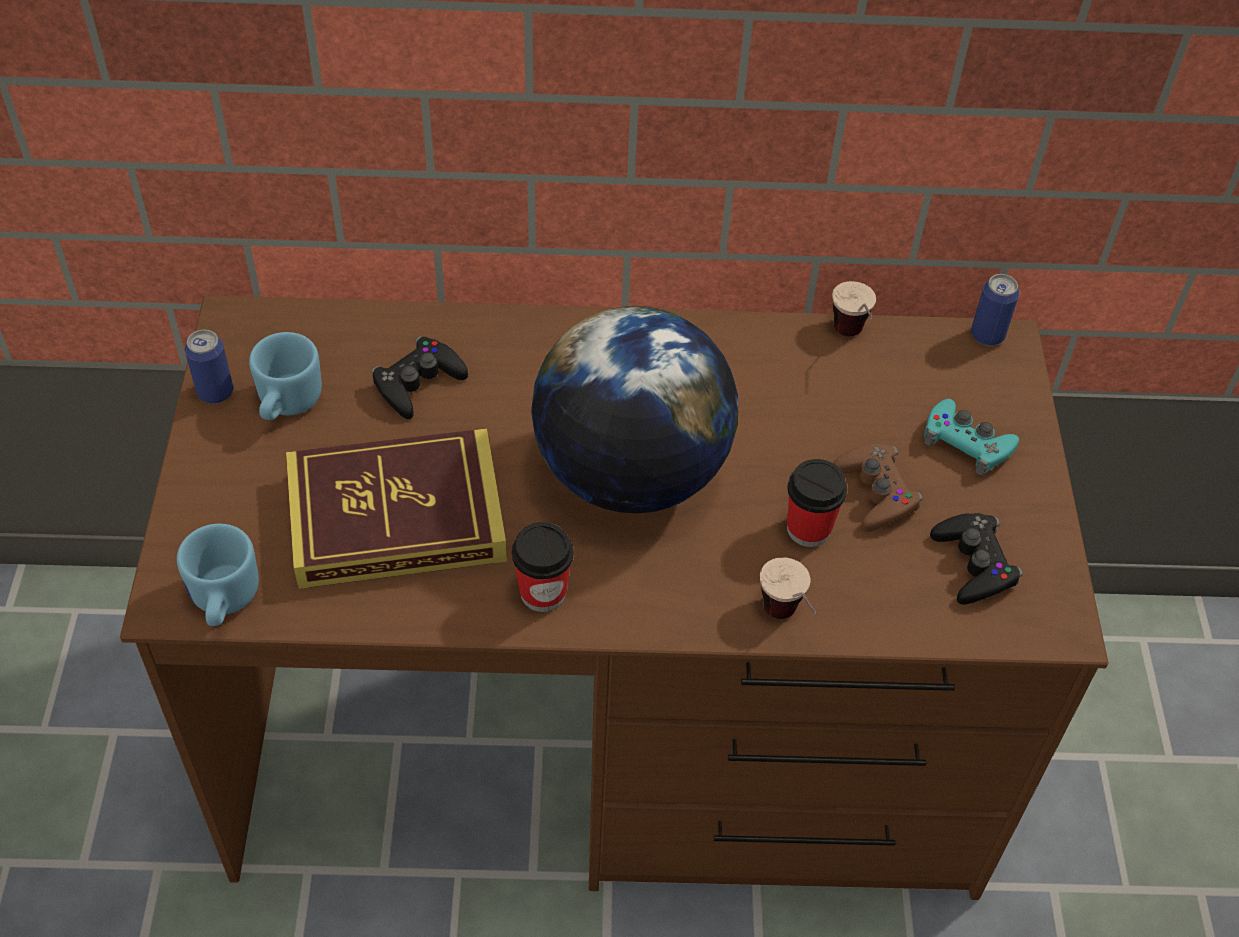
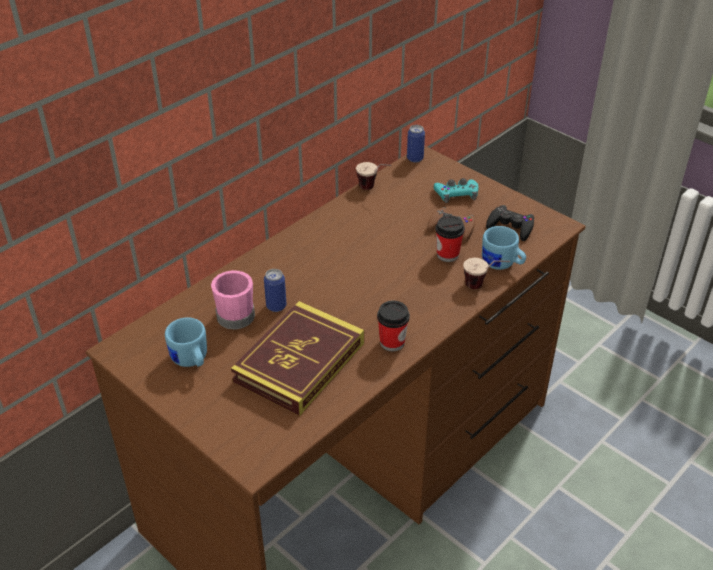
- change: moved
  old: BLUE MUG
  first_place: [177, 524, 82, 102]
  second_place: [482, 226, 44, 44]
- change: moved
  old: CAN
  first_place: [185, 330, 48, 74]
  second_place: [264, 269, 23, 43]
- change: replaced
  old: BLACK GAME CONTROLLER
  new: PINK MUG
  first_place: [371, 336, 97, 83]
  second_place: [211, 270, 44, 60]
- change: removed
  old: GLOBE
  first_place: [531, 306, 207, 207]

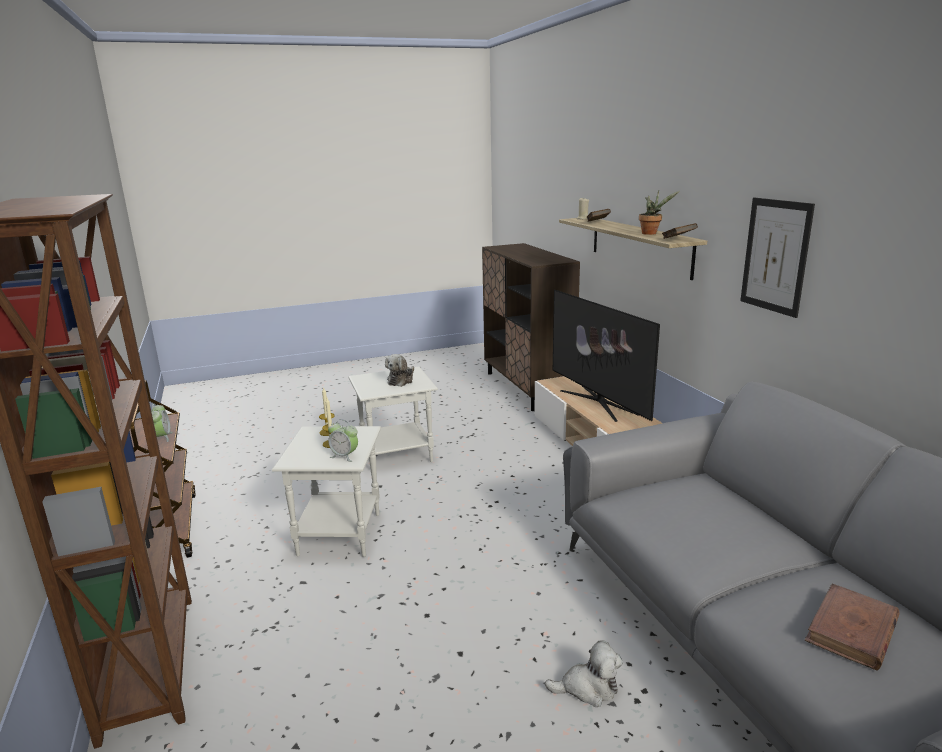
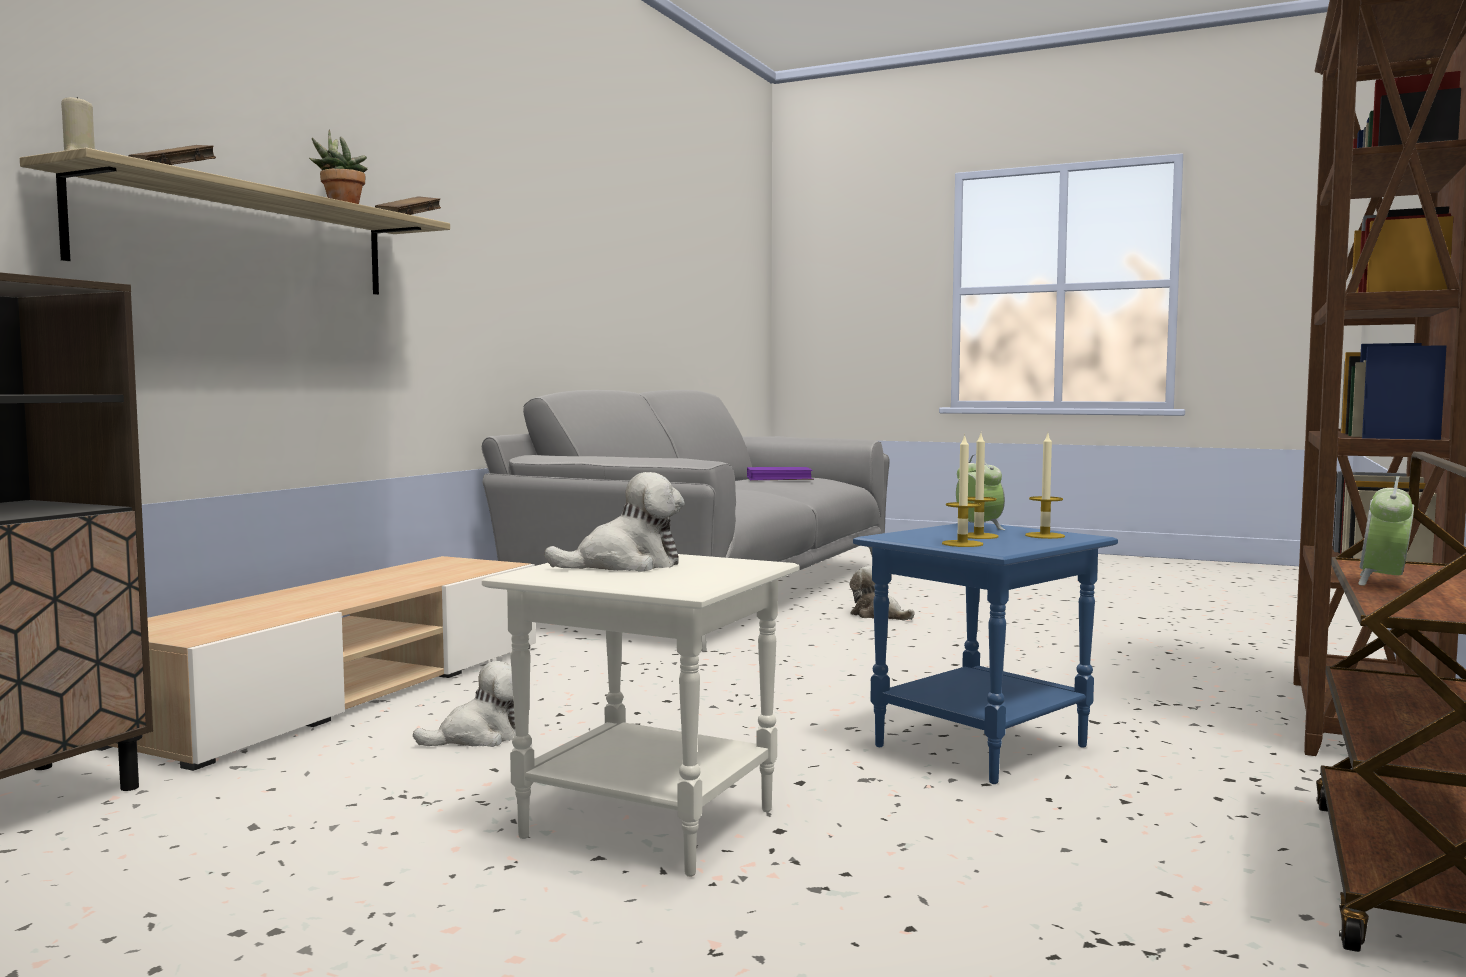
- change: recoloured
  old: WHITE SIDE TABLE
  new: BLUE SIDE TABLE
  first_place: [272, 426, 109, 131]
  second_place: [853, 522, 265, 262]
- change: removed
  old: TELEVISION
  first_place: [553, 290, 107, 132]
- change: removed
  old: PICTURE
  first_place: [740, 198, 75, 120]
- change: recoloured
  old: BROWN BOOK
  new: PURPLE BOOK
  first_place: [805, 584, 95, 87]
  second_place: [747, 467, 67, 13]
- change: added
  new: PLUSH TOY
  second_place: [413, 661, 103, 86]
- change: added
  new: CANDLE
  second_place: [1025, 434, 40, 105]

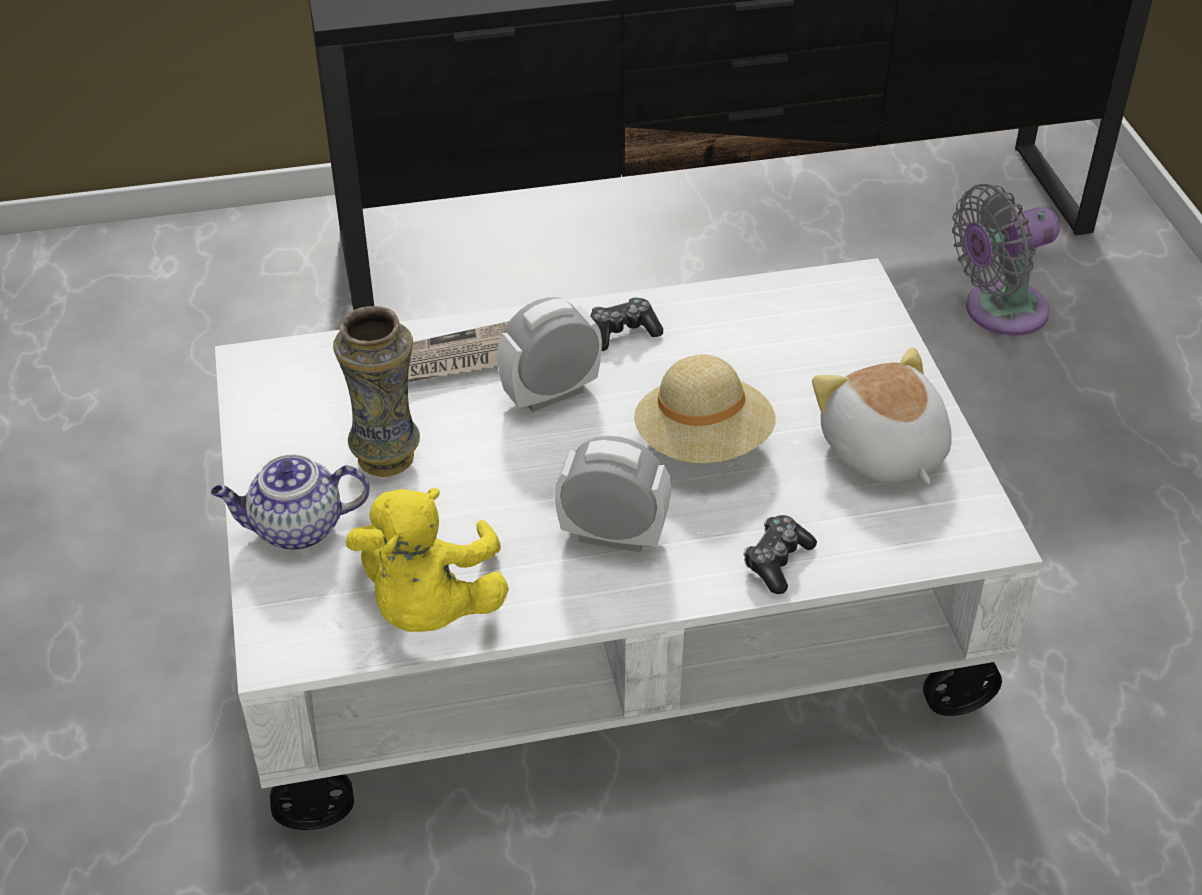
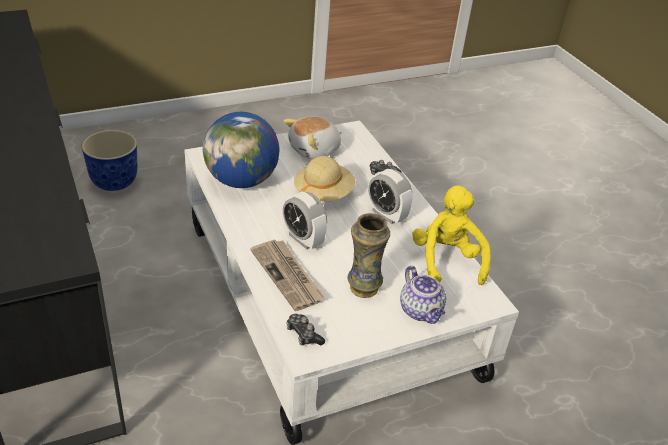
- change: turned
  old: YELLOW PLUSH TOY
  first_place: [346, 488, 163, 144]
  second_place: [412, 185, 79, 100]
  degrees: -90
- change: turned
  old: ALARM CLOCK
  first_place: [555, 436, 116, 116]
  second_place: [367, 169, 46, 55]
  degrees: -45
- change: moved
  old: GAME CONTROLLER
  first_place: [590, 297, 73, 54]
  second_place: [286, 314, 39, 32]
- change: replaced
  old: GREY FAN
  new: PLANTER
  first_place: [952, 184, 107, 152]
  second_place: [82, 130, 55, 61]
- change: added
  new: GLOBE
  second_place: [203, 112, 77, 76]

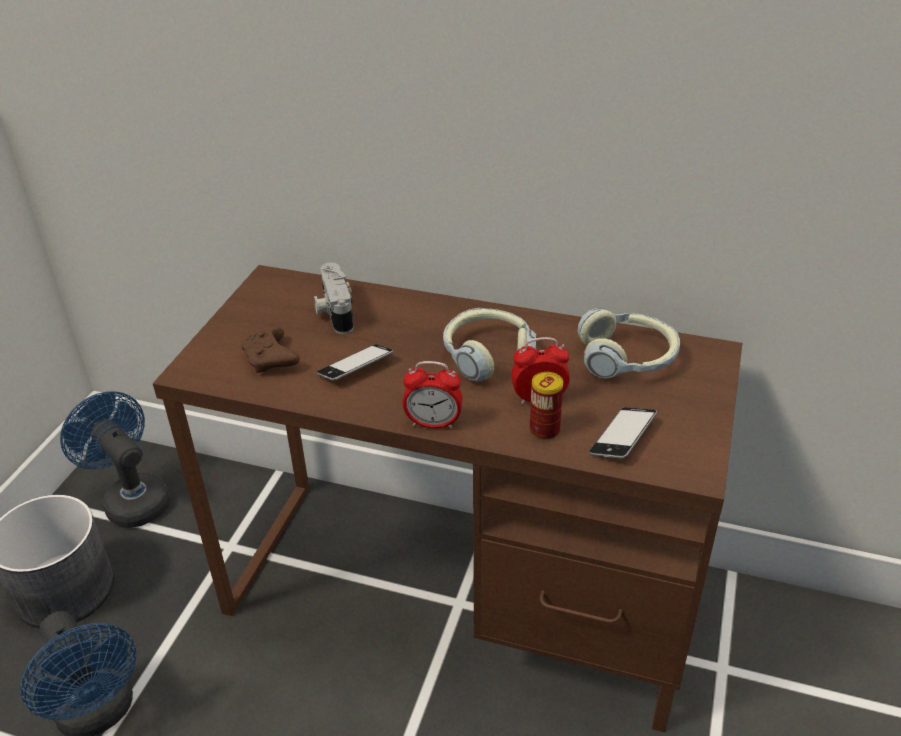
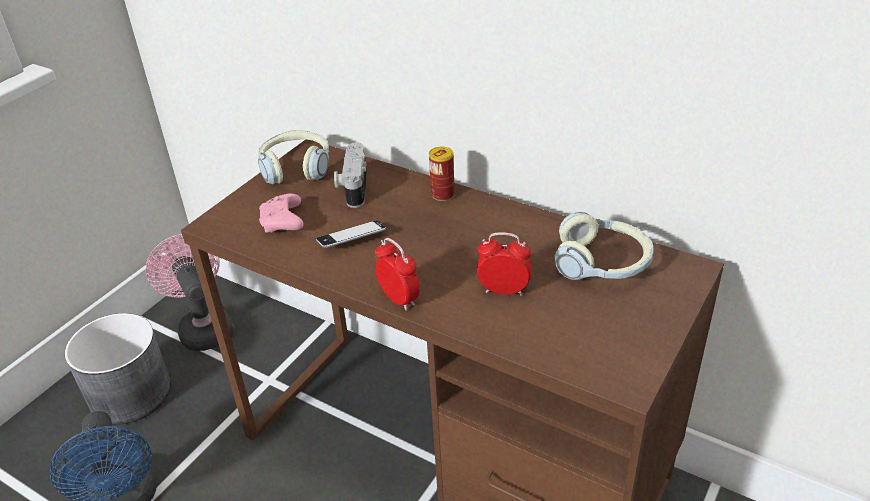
- change: recoloured
  old: BLUE FAN
  new: PINK FAN
  first_place: [60, 391, 110, 137]
  second_place: [146, 234, 88, 117]
- change: recoloured
  old: BROWN GAME CONTROLLER
  new: PINK GAME CONTROLLER
  first_place: [241, 326, 59, 47]
  second_place: [259, 194, 45, 38]
- change: turned
  old: ALARM CLOCK
  first_place: [402, 361, 60, 68]
  second_place: [375, 238, 45, 73]
  degrees: -150
- change: moved
  old: HEADPHONES
  first_place: [443, 308, 93, 74]
  second_place: [258, 130, 71, 54]
- change: moved
  old: CAN
  first_place: [530, 372, 33, 68]
  second_place: [429, 147, 26, 54]
- change: removed
  old: PHONE
  first_place: [589, 407, 68, 52]

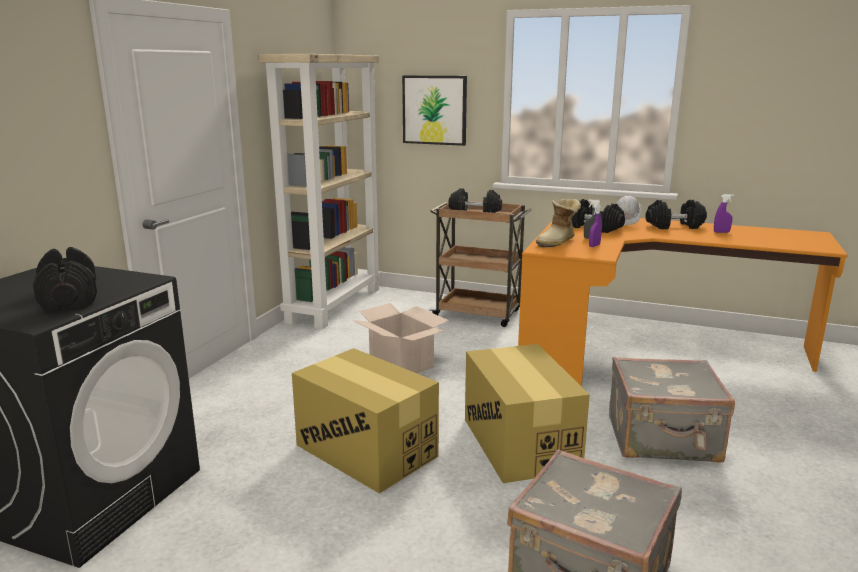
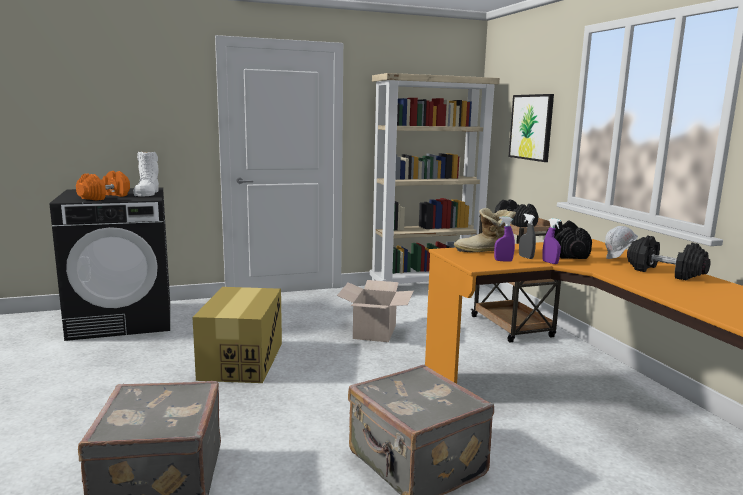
- change: recoloured
  old: BLACK DUMBBELL
  new: ORANGE DUMBBELL
  first_place: [33, 247, 64, 65]
  second_place: [76, 171, 54, 29]
- change: removed
  old: CARDBOARD BOX
  first_place: [465, 344, 125, 139]
- change: moved
  old: PURPLE SPRAY BOTTLE
  first_place: [714, 194, 20, 39]
  second_place: [542, 218, 19, 46]
- change: added
  new: WHITE BOOT
  second_place: [133, 152, 26, 44]

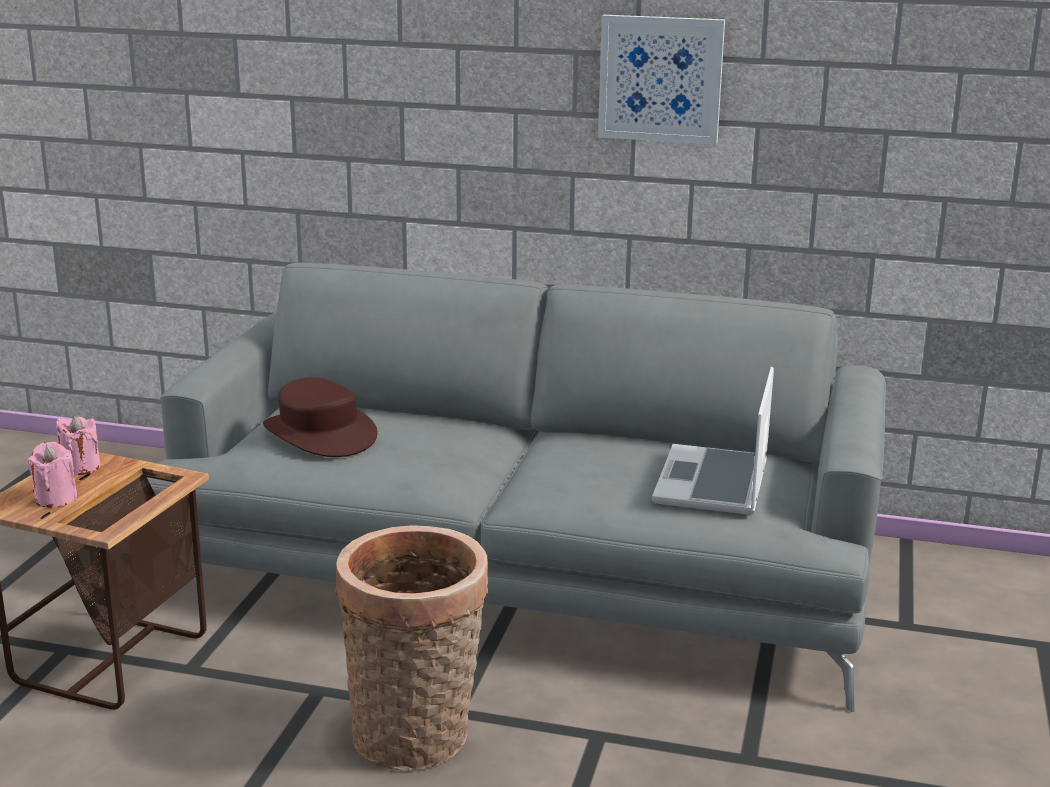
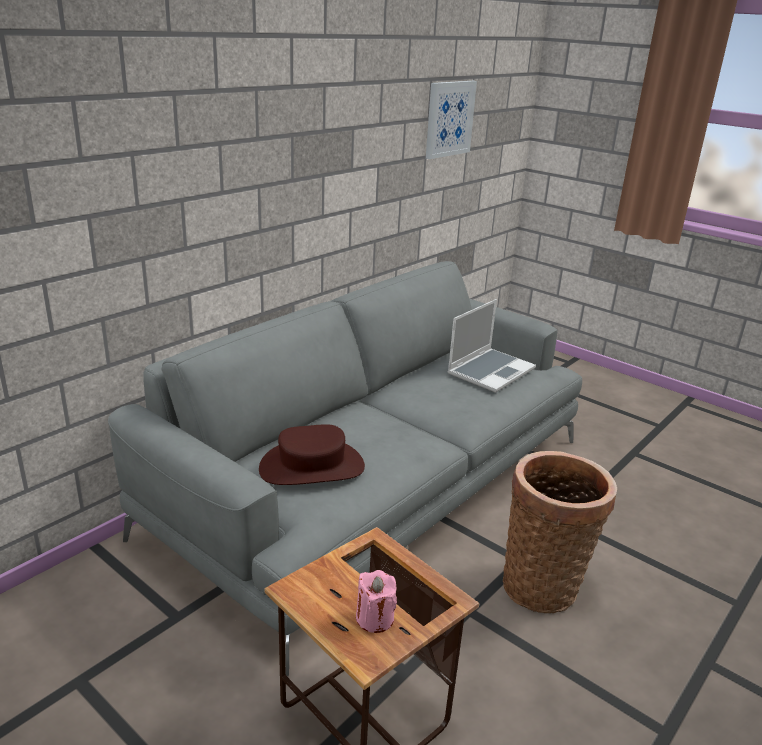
- change: removed
  old: PINK CANDLE
  first_place: [56, 416, 44, 59]
- change: moved
  old: PICTURE
  first_place: [598, 15, 127, 130]
  second_place: [426, 81, 51, 78]
- change: turned
  old: LAPTOP
  first_place: [652, 367, 122, 148]
  second_place: [447, 299, 89, 94]
  degrees: -90

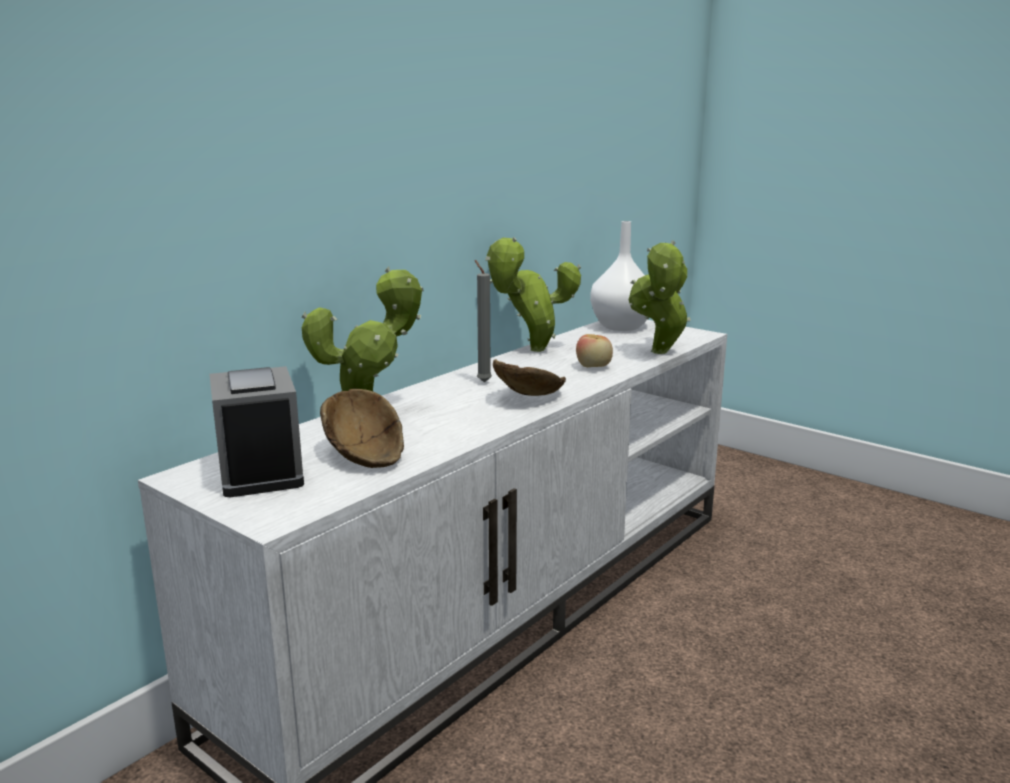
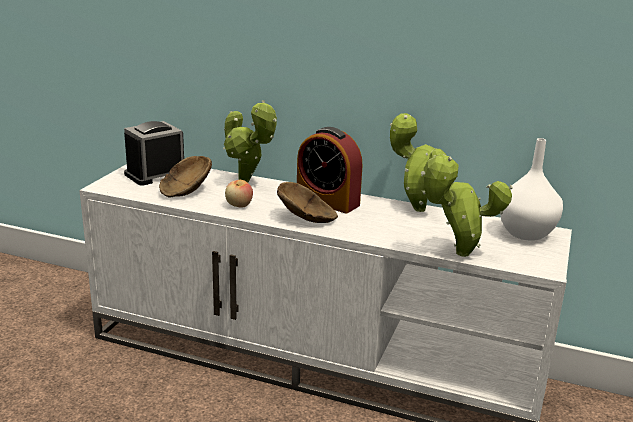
- change: replaced
  old: GREY CANDLE
  new: ALARM CLOCK
  first_place: [475, 260, 17, 123]
  second_place: [297, 127, 66, 86]
- change: moved
  old: APPLE
  first_place: [576, 334, 37, 33]
  second_place: [225, 180, 28, 28]

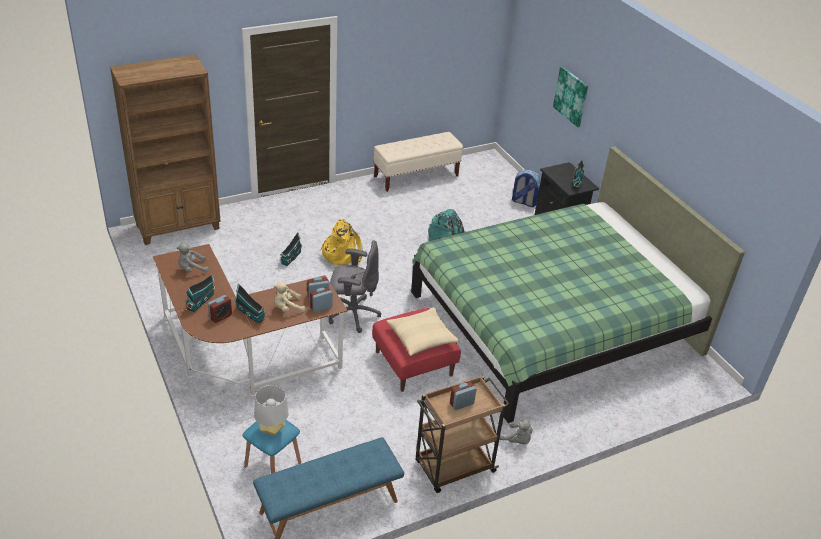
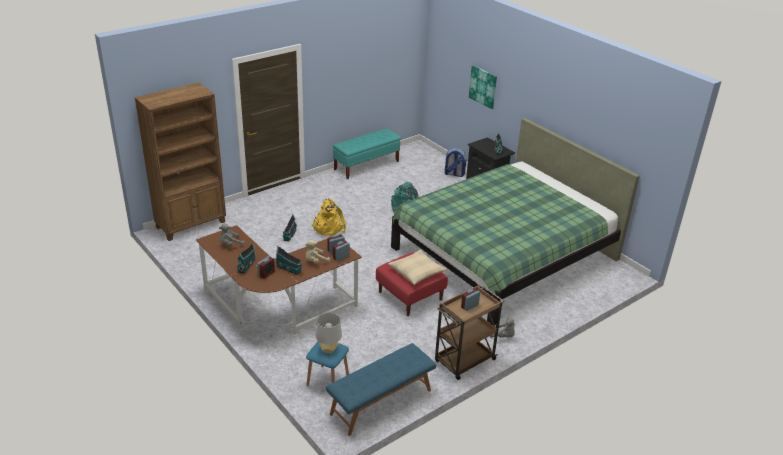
- change: removed
  old: GREY OFFICE CHAIR
  first_place: [329, 240, 52, 93]
- change: recoloured
  old: BEIGE BENCH
  new: TURQUOISE BENCH
  first_place: [373, 132, 90, 60]
  second_place: [333, 128, 68, 51]

